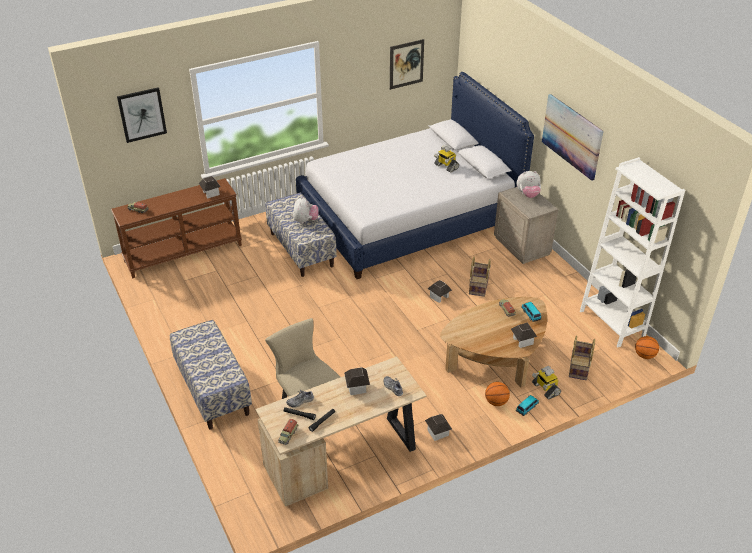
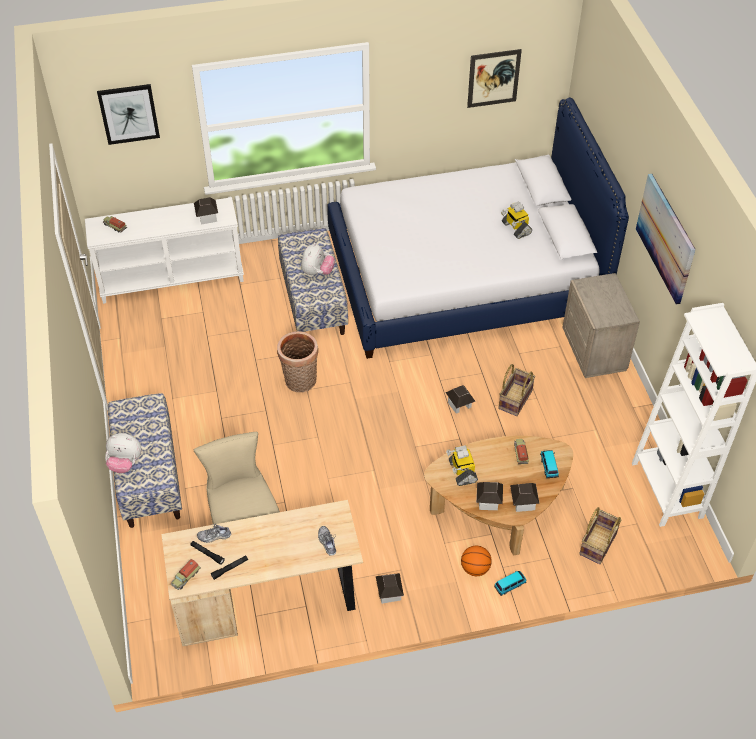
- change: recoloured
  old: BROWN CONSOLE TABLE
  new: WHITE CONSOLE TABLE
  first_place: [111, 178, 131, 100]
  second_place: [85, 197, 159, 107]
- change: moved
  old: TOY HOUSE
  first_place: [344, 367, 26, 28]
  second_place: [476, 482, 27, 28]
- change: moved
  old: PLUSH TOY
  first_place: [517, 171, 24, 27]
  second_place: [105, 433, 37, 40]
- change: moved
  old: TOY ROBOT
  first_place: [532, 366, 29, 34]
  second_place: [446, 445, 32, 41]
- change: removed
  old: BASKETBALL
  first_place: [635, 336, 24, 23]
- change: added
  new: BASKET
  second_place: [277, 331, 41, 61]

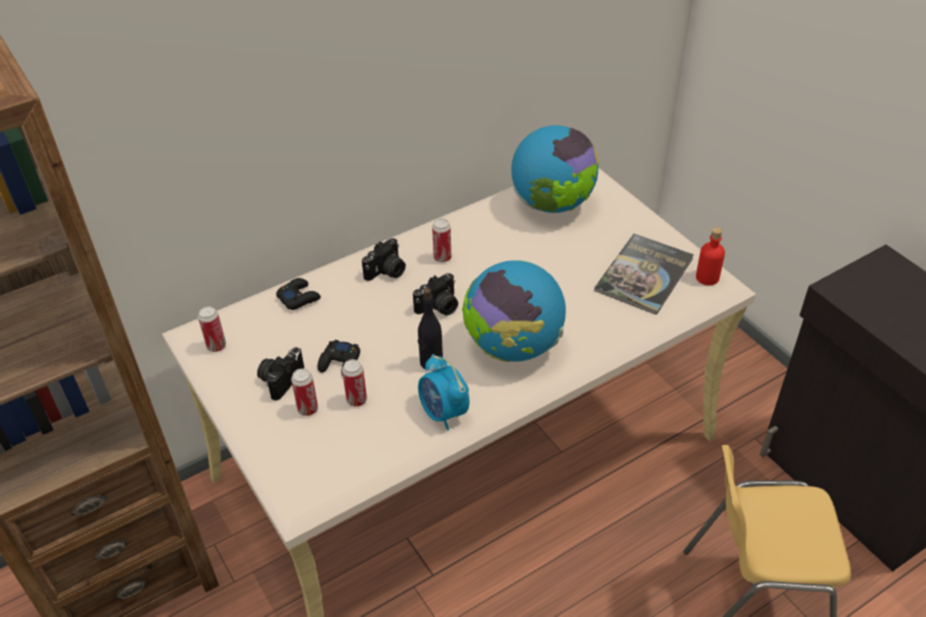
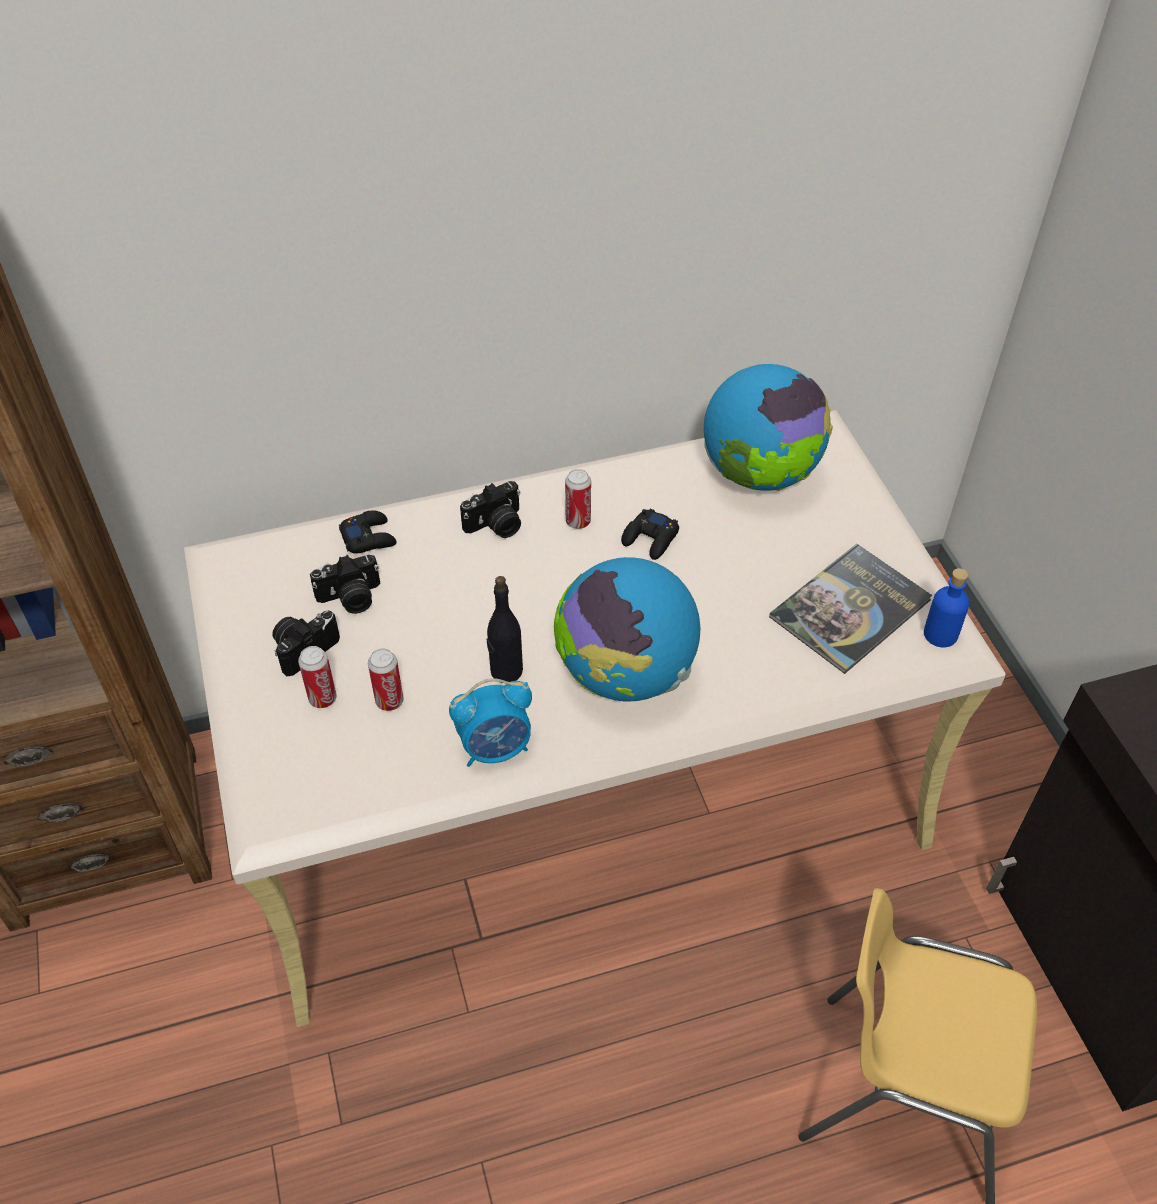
- change: removed
  old: CAN
  first_place: [198, 306, 28, 46]
- change: moved
  old: BLACK GAME CONTROLLER
  first_place: [318, 340, 42, 36]
  second_place: [621, 508, 58, 52]
- change: moved
  old: PHOTO CAMERA
  first_place: [413, 273, 45, 43]
  second_place: [310, 555, 70, 59]
- change: turned
  old: ALARM CLOCK
  first_place: [418, 354, 52, 77]
  second_place: [449, 678, 83, 89]
  degrees: -90
- change: recoloured
  old: RED BOTTLE
  new: BLUE BOTTLE
  first_place: [696, 227, 29, 59]
  second_place: [924, 568, 45, 79]

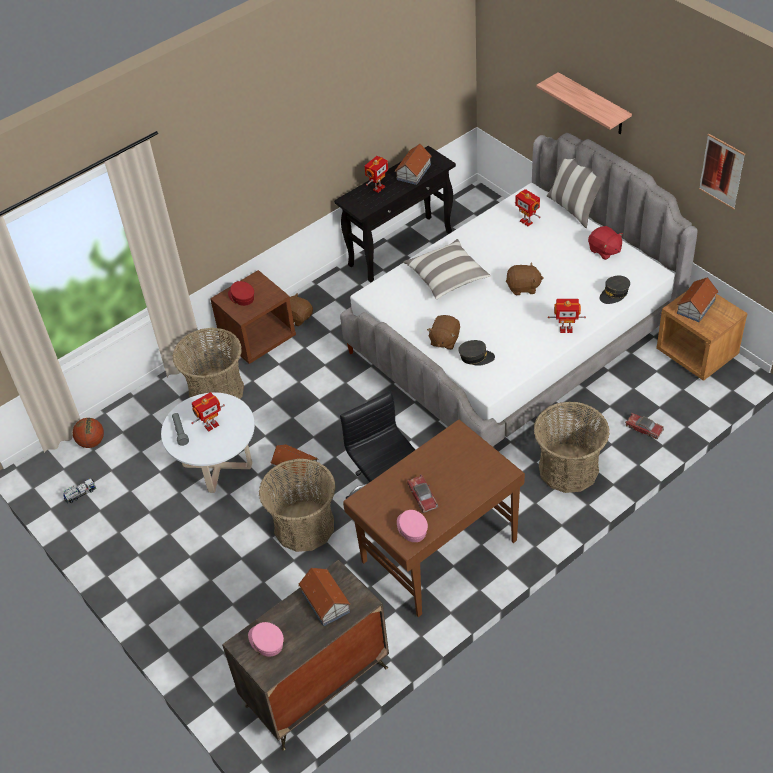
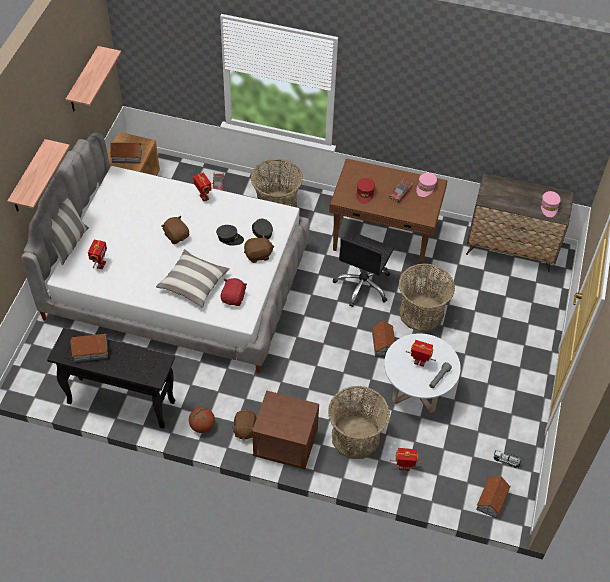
- change: moved
  old: BASKETBALL
  first_place: [73, 418, 31, 30]
  second_place: [189, 407, 26, 26]
- change: moved
  old: RED CAP
  first_place: [228, 281, 26, 25]
  second_place: [356, 178, 19, 26]
- change: moved
  old: TOY HOUSE
  first_place: [298, 568, 53, 58]
  second_place: [476, 477, 35, 42]
- change: moved
  old: TOY ROBOT
  first_place: [365, 156, 23, 37]
  second_place: [390, 448, 32, 23]
- change: moved
  old: RED PLUSH TOY
  first_place: [588, 226, 35, 34]
  second_place: [221, 278, 26, 28]
- change: moved
  old: GREY CAP
  first_place: [600, 276, 30, 28]
  second_place: [216, 225, 28, 21]
- change: replaced
  old: PICTURE
  new: SHELF
  first_place: [699, 134, 46, 75]
  second_place: [66, 46, 55, 66]

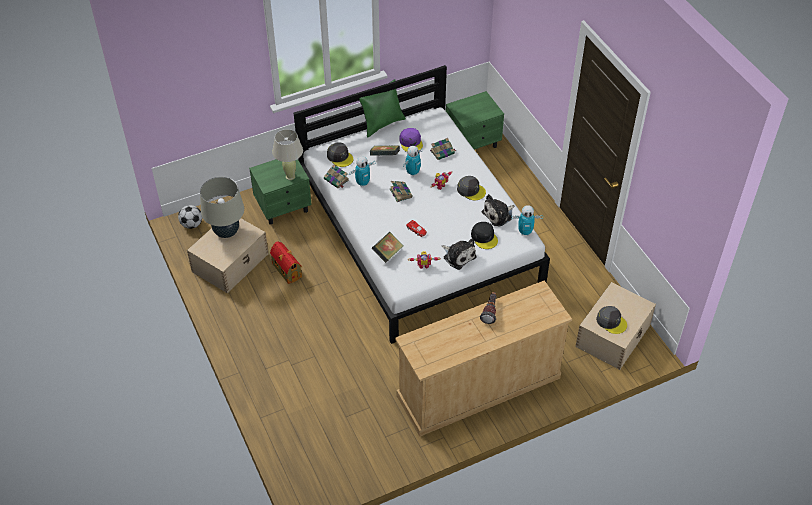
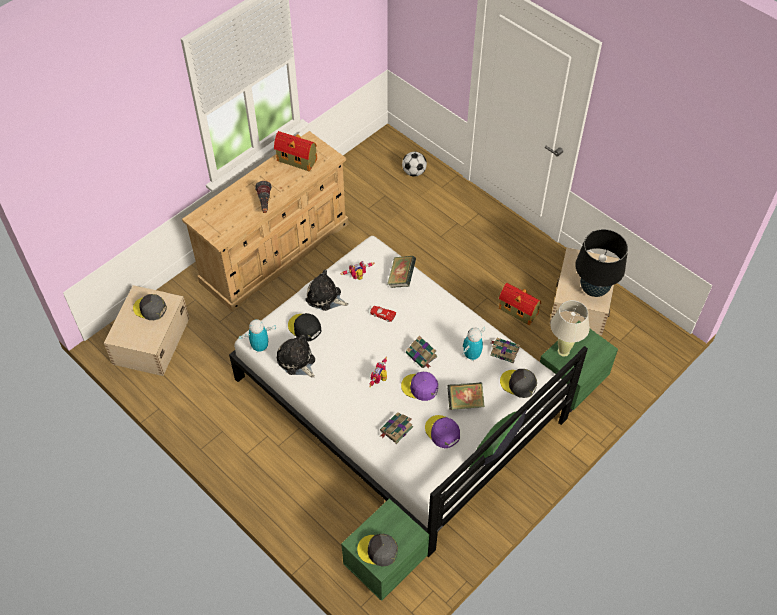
- change: moved
  old: FOOTBALL
  first_place: [178, 205, 24, 24]
  second_place: [402, 152, 25, 24]
- change: recoloured
  old: BEIGE TABLE LAMP
  new: BLACK TABLE LAMP
  first_place: [200, 177, 44, 61]
  second_place: [575, 229, 53, 68]
- change: replaced
  old: TOY ROBOT
  new: PURPLE CAP
  first_place: [403, 146, 20, 31]
  second_place: [401, 372, 37, 29]
- change: moved
  old: GREY CAP
  first_place: [457, 176, 29, 24]
  second_place: [357, 534, 41, 32]
- change: turned
  old: PLUSH TOY
  first_place: [482, 194, 32, 32]
  second_place: [277, 334, 38, 44]
  degrees: -75
- change: added
  new: TOY HOUSE
  second_place: [274, 131, 43, 40]

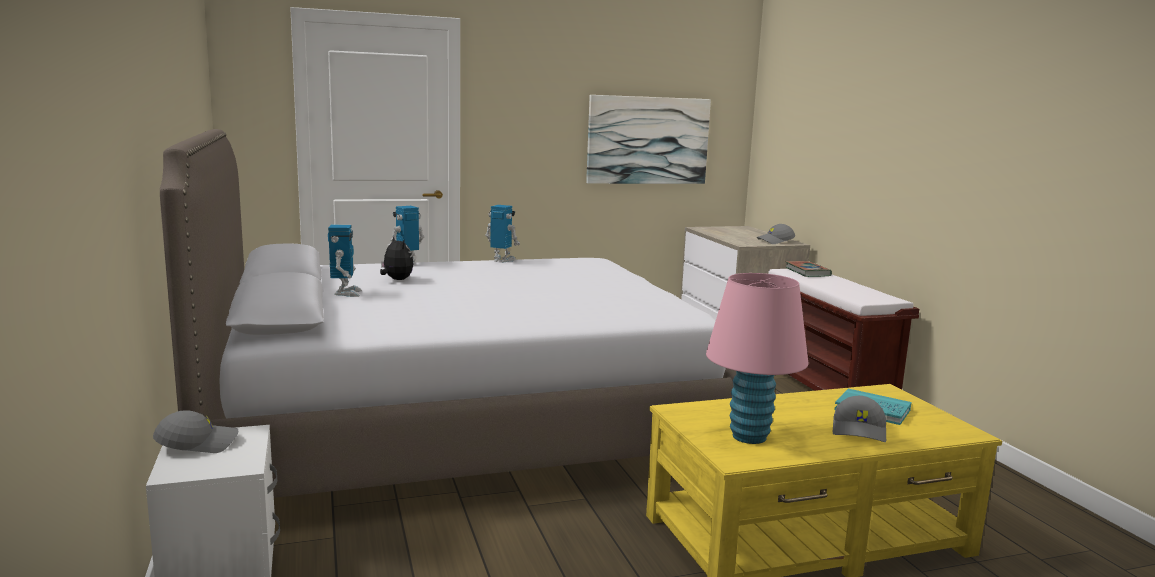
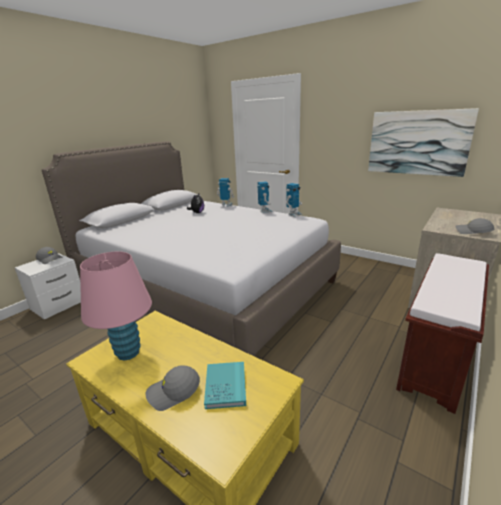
- change: moved
  old: TOY ROBOT
  first_place: [328, 225, 34, 72]
  second_place: [286, 183, 16, 34]
- change: removed
  old: BOOK
  first_place: [785, 261, 47, 16]

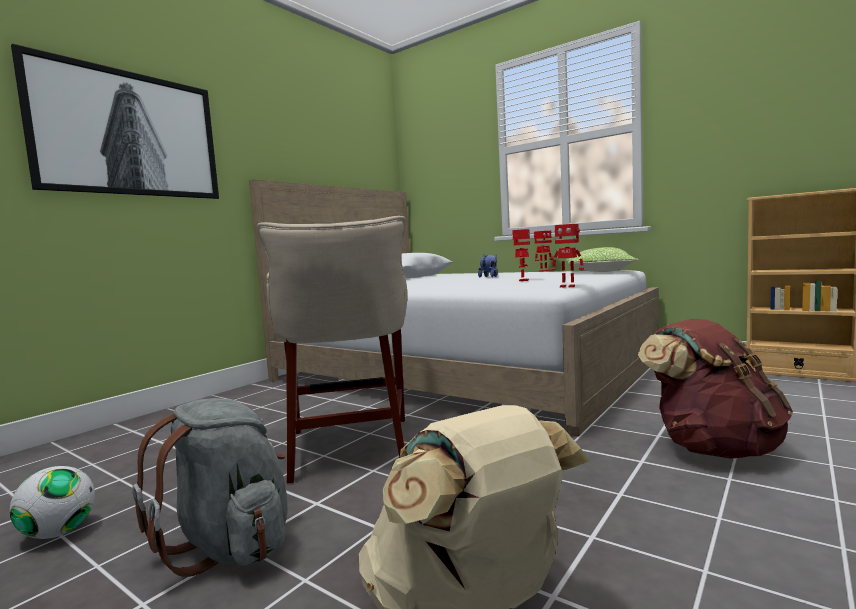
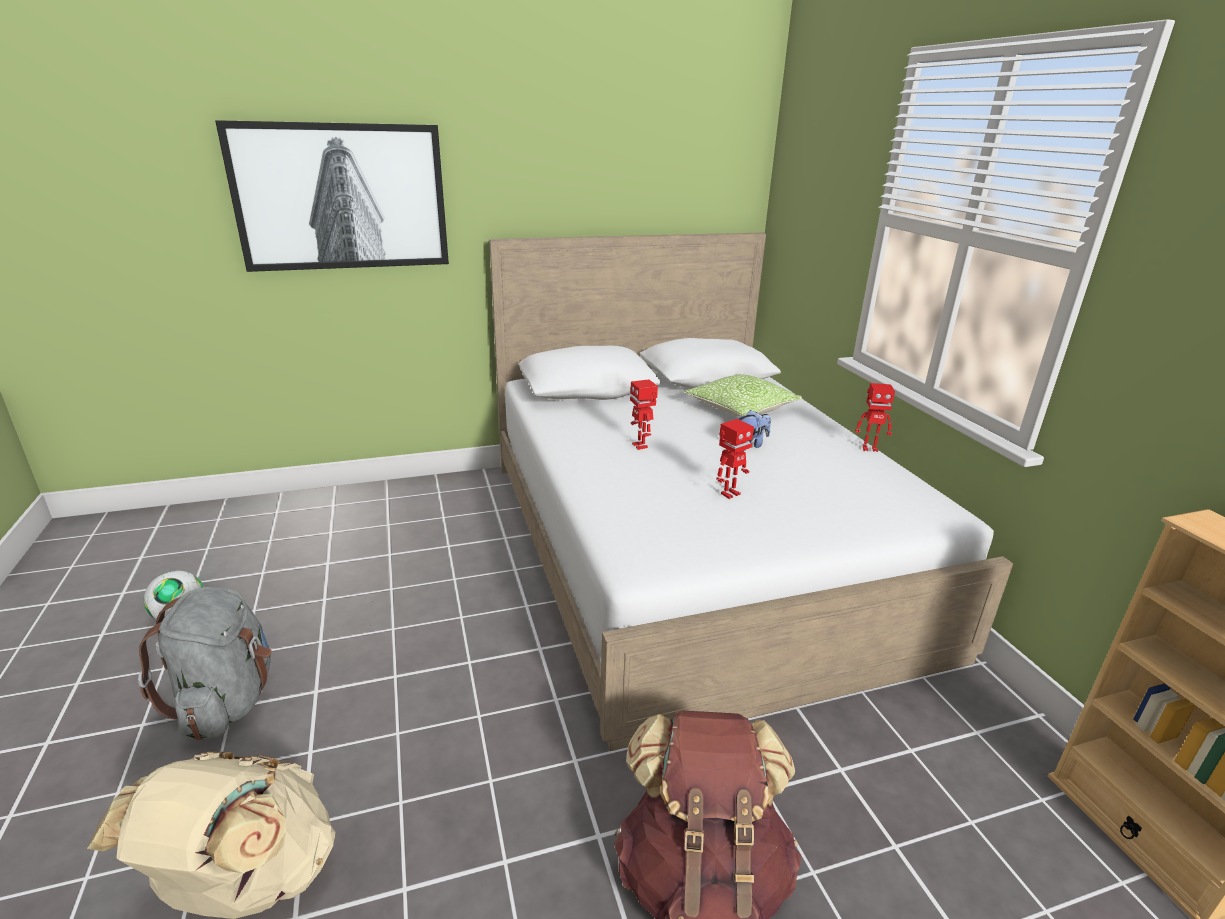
- change: removed
  old: BEIGE STOOL
  first_place: [257, 216, 150, 268]
- change: moved
  old: TOY ROBOT
  first_place: [551, 224, 33, 63]
  second_place: [630, 379, 28, 71]
- change: moved
  old: PILLOW
  first_place: [567, 247, 71, 25]
  second_place: [684, 374, 118, 43]

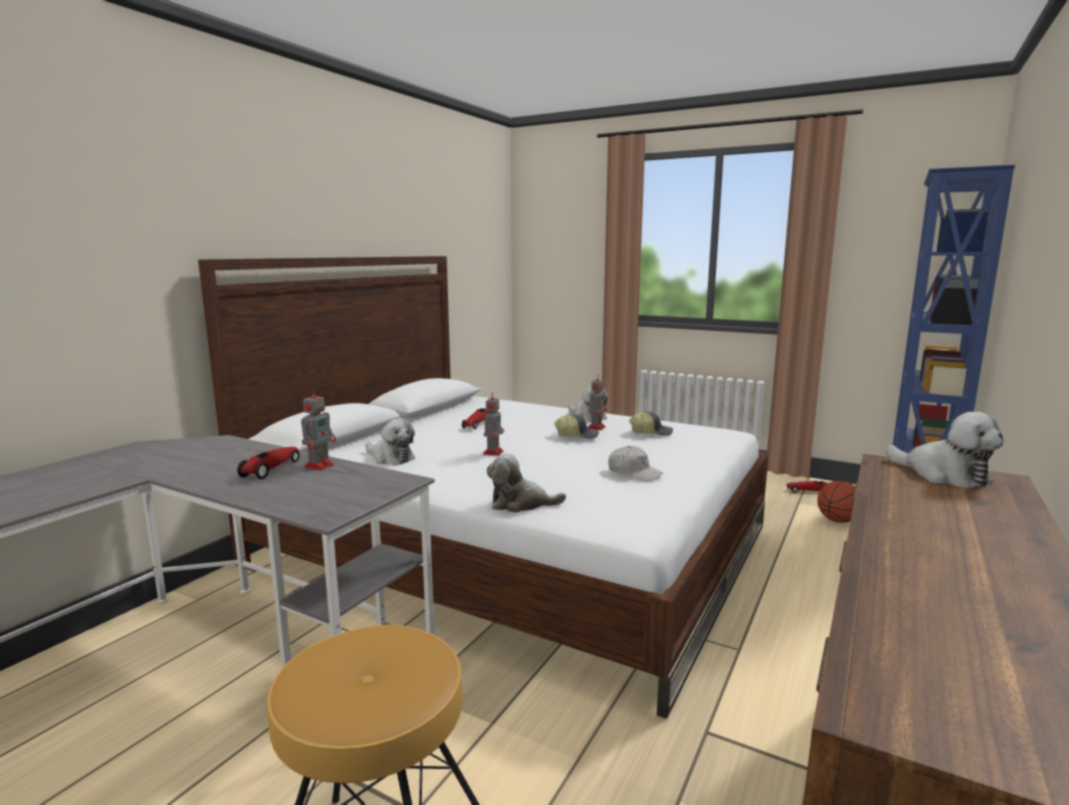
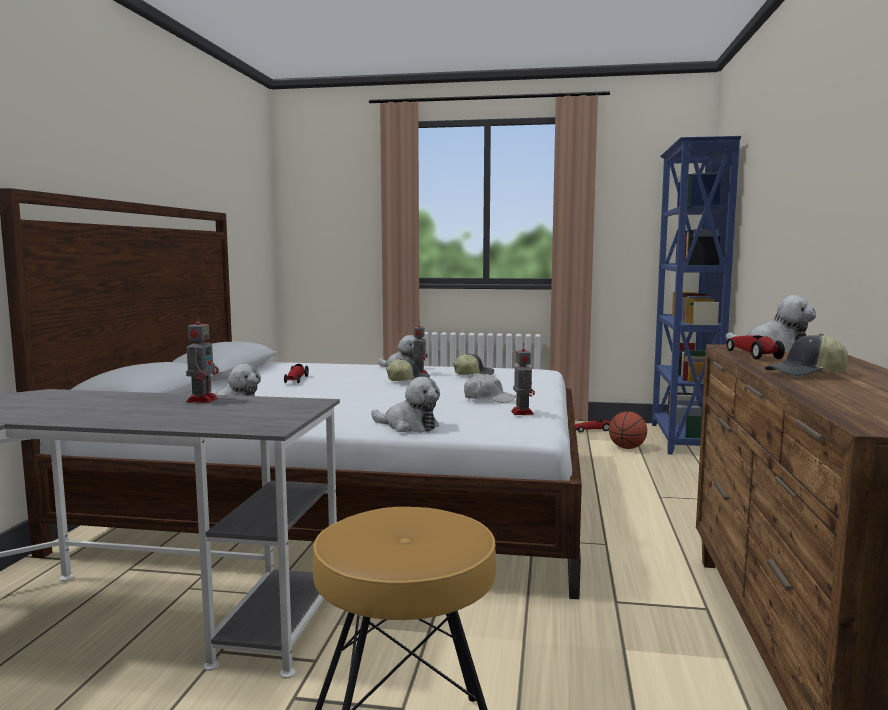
- change: moved
  old: TOY CAR
  first_place: [237, 447, 63, 32]
  second_place: [727, 335, 58, 25]
- change: moved
  old: TOY ROBOT
  first_place: [483, 392, 21, 64]
  second_place: [511, 342, 24, 73]
- change: turned
  old: PLUSH TOY
  first_place: [487, 453, 79, 60]
  second_place: [371, 377, 69, 56]
  degrees: -135
- change: added
  new: CAP
  second_place: [765, 334, 83, 42]

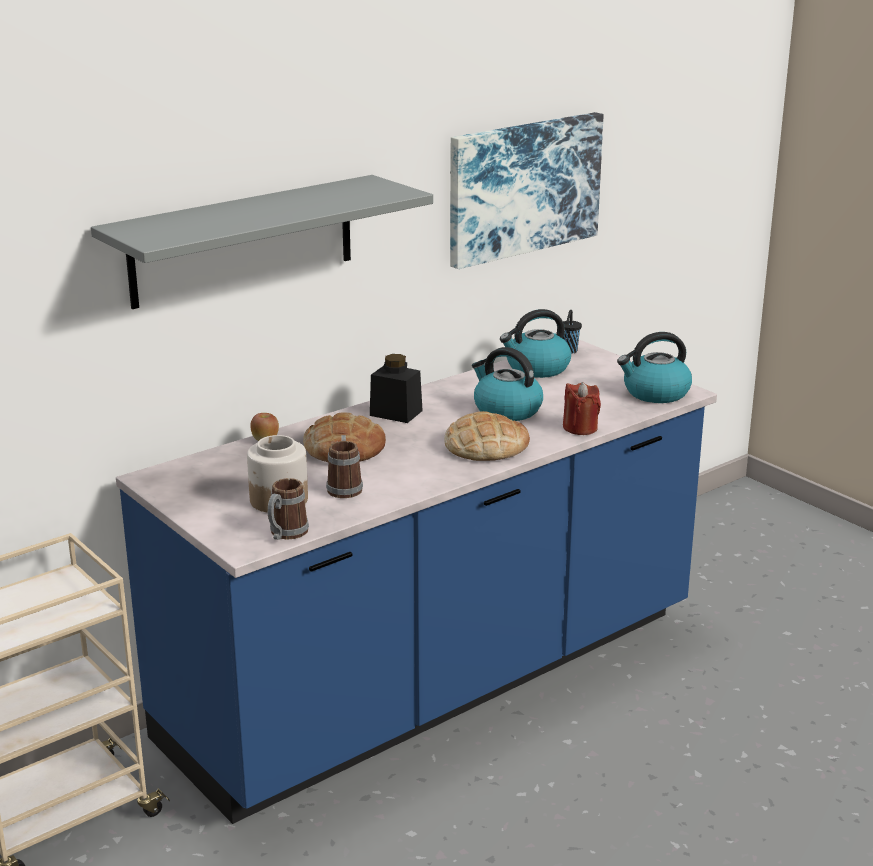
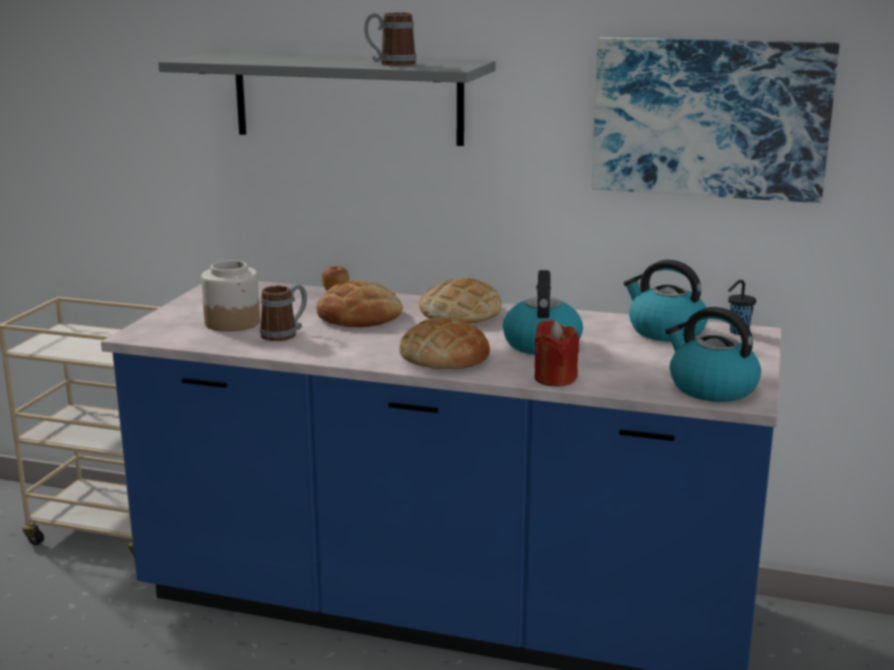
- change: moved
  old: MUG
  first_place: [268, 478, 41, 62]
  second_place: [364, 13, 53, 53]
- change: replaced
  old: BLACK JAR
  new: BREAD
  first_place: [370, 354, 53, 69]
  second_place: [419, 278, 83, 45]

